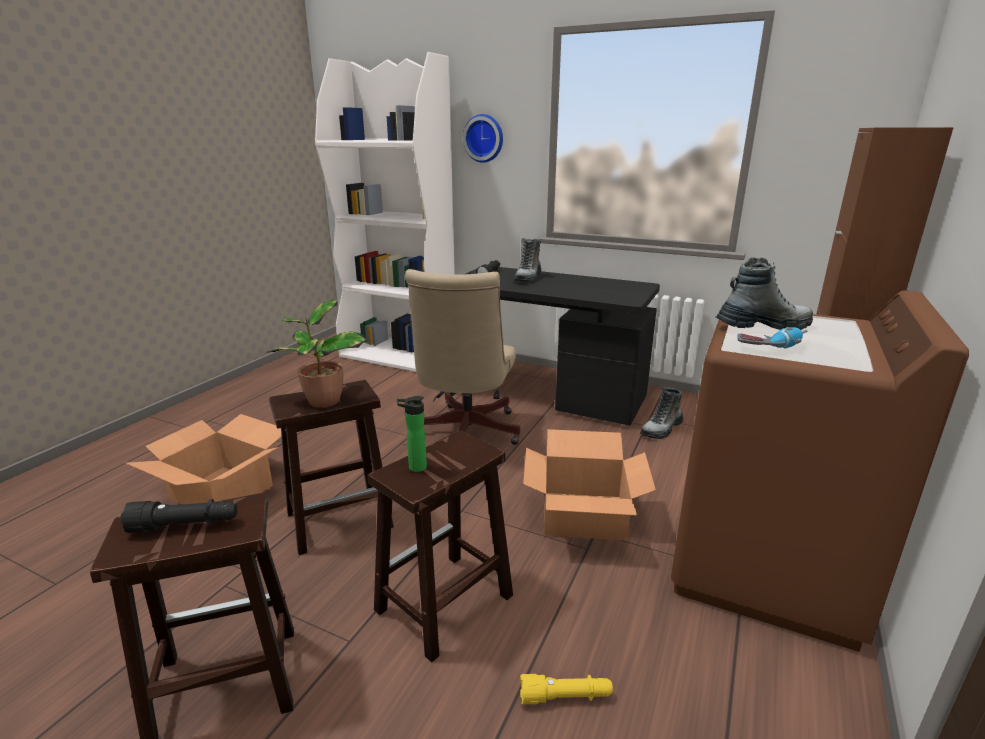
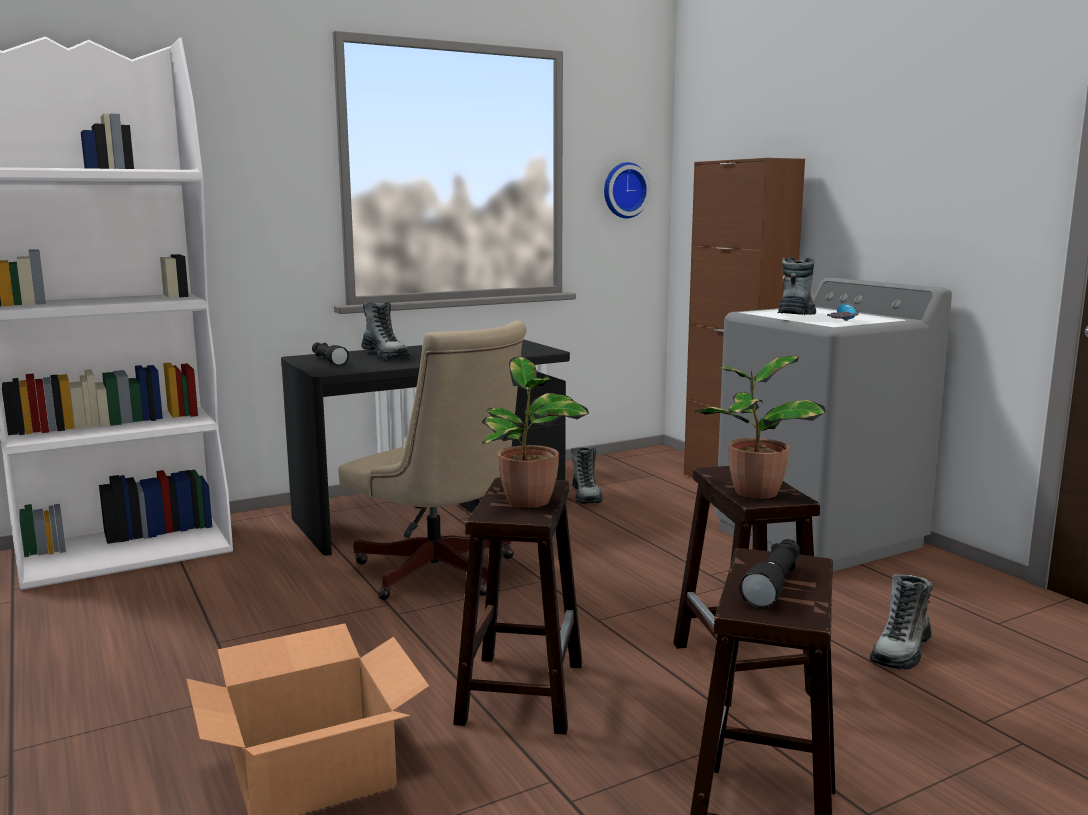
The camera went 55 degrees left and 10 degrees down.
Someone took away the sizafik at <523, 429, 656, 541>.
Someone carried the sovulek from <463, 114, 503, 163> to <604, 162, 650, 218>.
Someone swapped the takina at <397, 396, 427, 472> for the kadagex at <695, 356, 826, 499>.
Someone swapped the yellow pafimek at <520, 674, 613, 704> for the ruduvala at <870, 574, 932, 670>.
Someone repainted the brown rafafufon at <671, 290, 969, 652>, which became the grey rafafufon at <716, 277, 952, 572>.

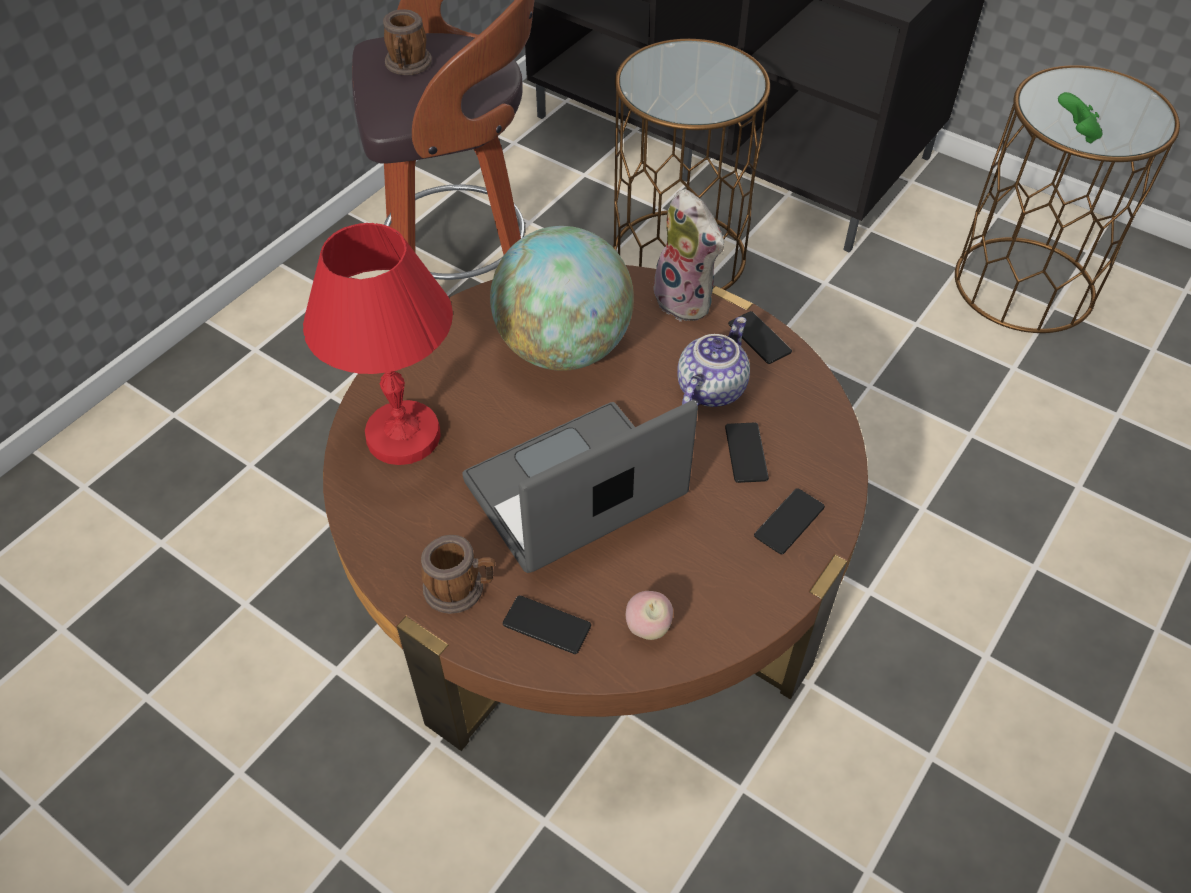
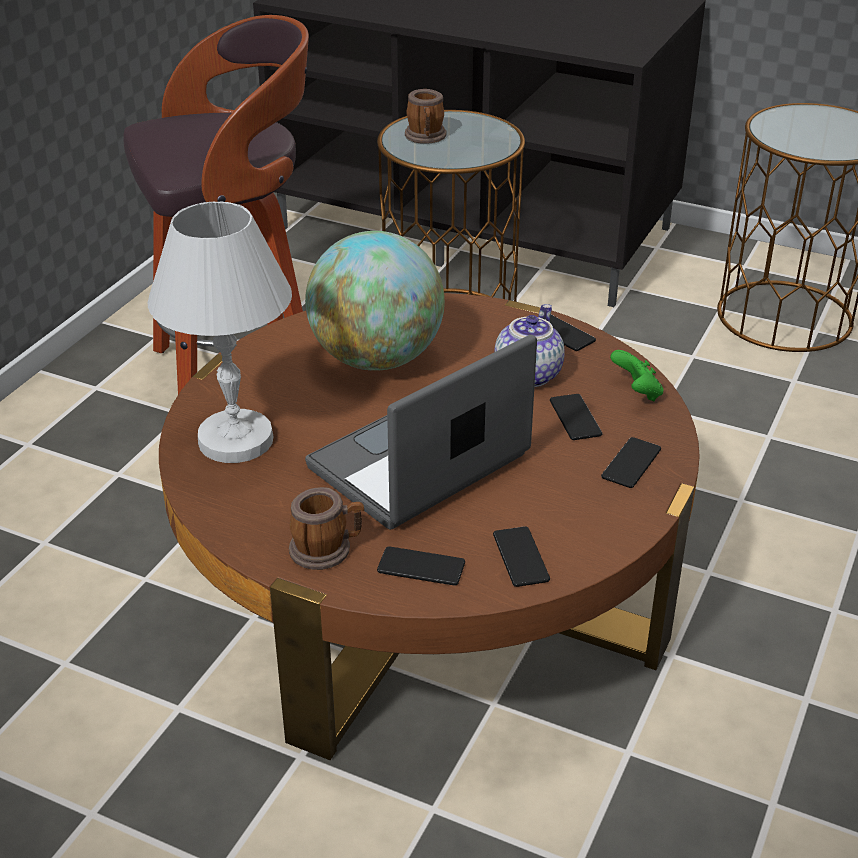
The camera went 10 degrees left and 15 degrees down.
Someone took away the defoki at <654, 189, 724, 322>.
Someone carried the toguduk from <383, 9, 432, 75> to <405, 89, 447, 144>.
Someone carried the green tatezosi from <1058, 92, 1103, 143> to <610, 350, 663, 401>.
Someone swapped the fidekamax at <626, 591, 673, 640> for the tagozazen at <493, 526, 550, 587>.
Someone repainted the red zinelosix at <303, 223, 453, 465>, which became the white zinelosix at <147, 202, 292, 463>.

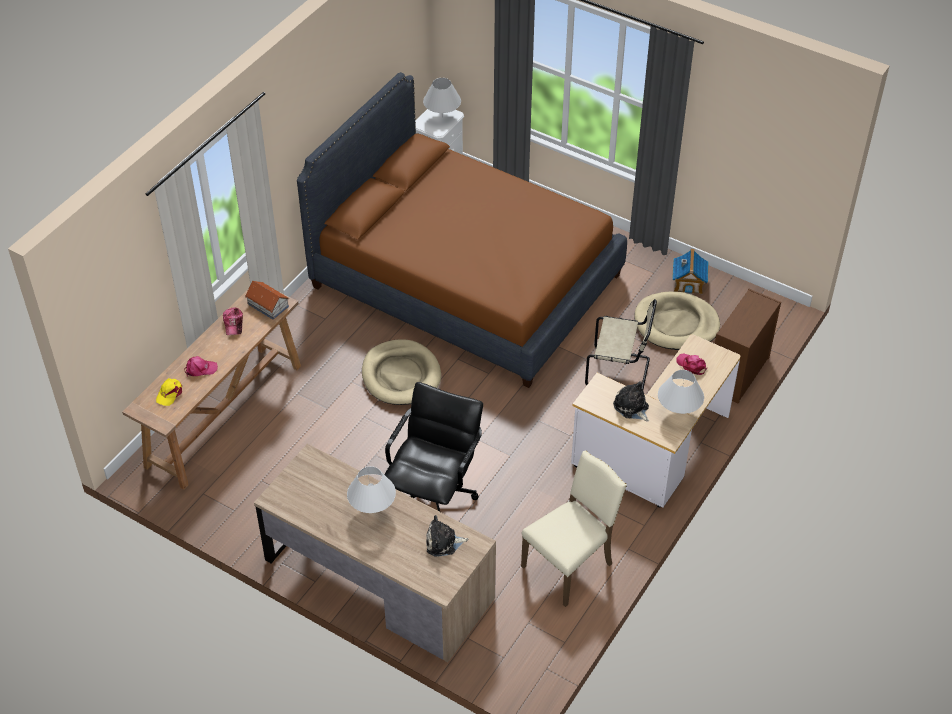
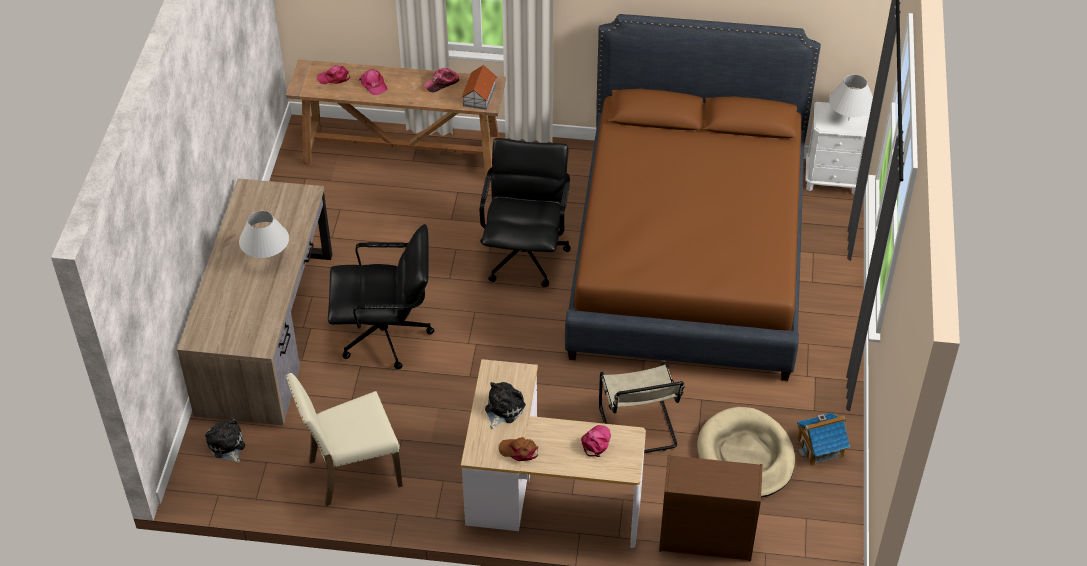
The camera went 65 degrees right and 0 degrees up.
Someone carried the defoki from <426, 515, 469, 557> to <205, 418, 245, 463>.
Someone swapped the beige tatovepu at <362, 339, 441, 405> for the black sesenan at <480, 138, 571, 287>.
Someone swapped the white zinelosix at <658, 370, 704, 414> for the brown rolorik at <498, 437, 538, 461>.
Someone repainted the yellow rolorik at <156, 378, 182, 406>, which became the pink rolorik at <317, 65, 350, 84>.
Someone rotated the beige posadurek at <521, 450, 627, 607> by 135 degrees clockwise.

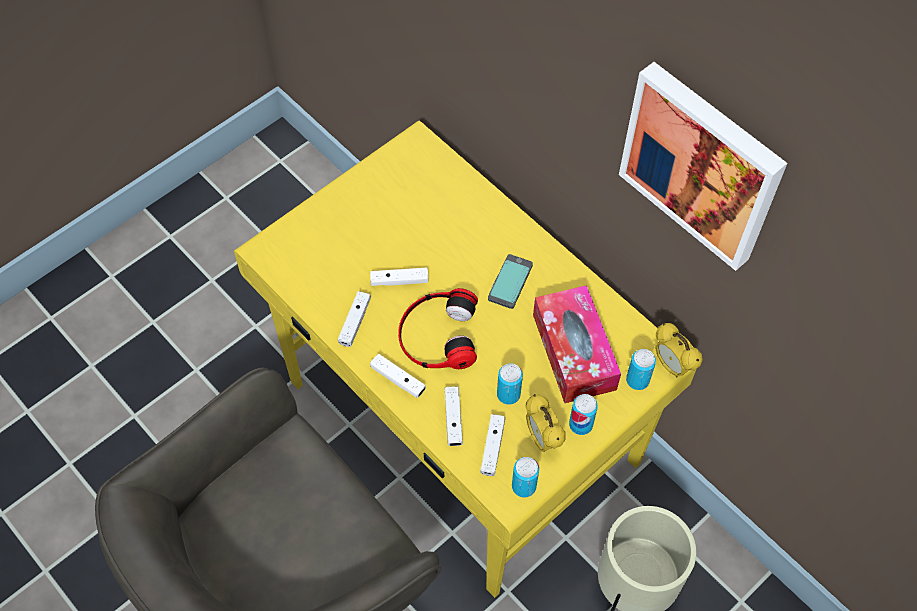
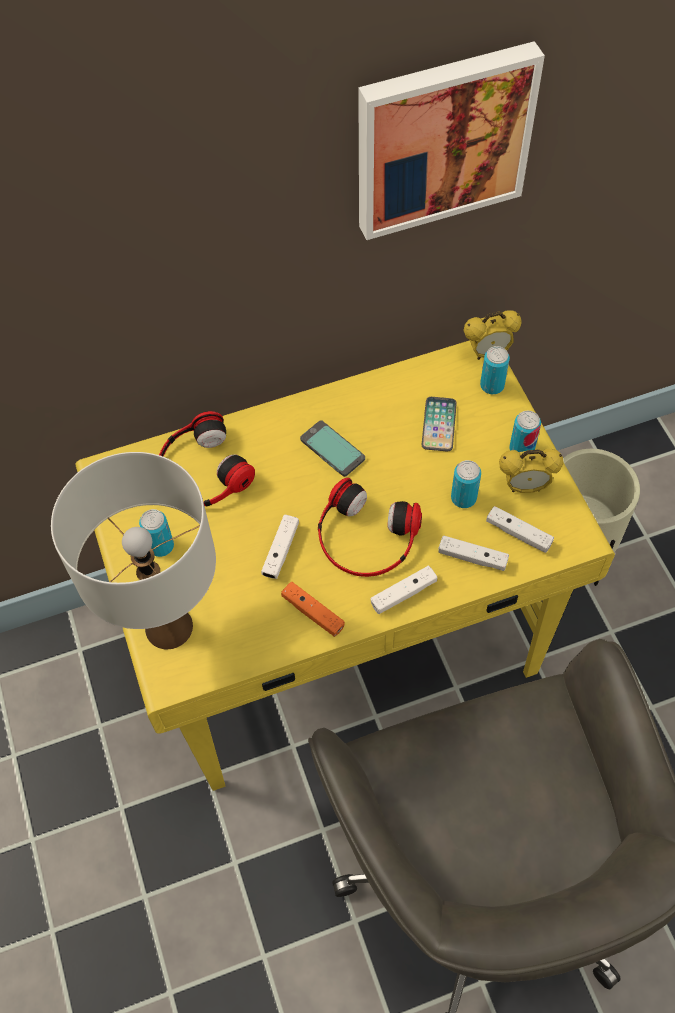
The camera went 65 degrees left and 0 degrees up.
Someone put down the white zinelosix at <51, 452, 216, 649>.
Someone put down the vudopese at <159, 411, 255, 506>.
Someone carried the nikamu from <512, 457, 539, 498> to <139, 509, 174, 557>.
Someone swapped the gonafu at <533, 285, 621, 403> for the tagozazen at <422, 397, 457, 451>.
Someone repainted the white tatezosi at <338, 291, 371, 347>, which became the orange tatezosi at <281, 582, 345, 637>.

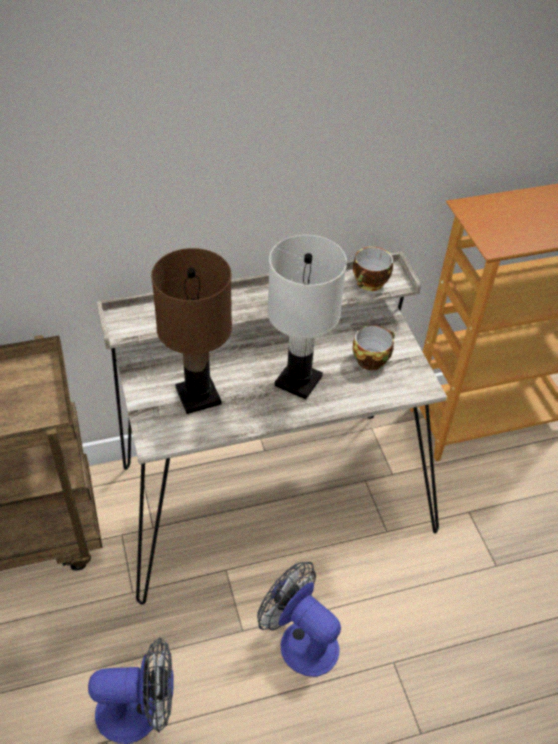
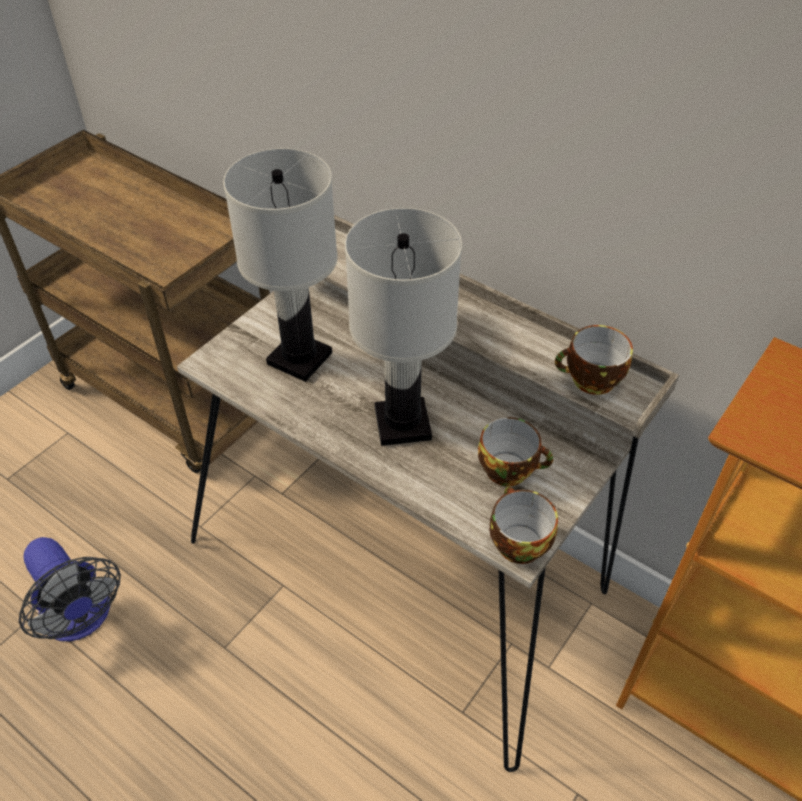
The camera went 55 degrees right and 0 degrees up.
Someone took away the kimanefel at <257, 562, 341, 677>.
Someone put down the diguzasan at <489, 487, 558, 564>.
Someone repainted the brown zinelosix at <151, 248, 232, 414>, which became the white zinelosix at <223, 148, 338, 382>.

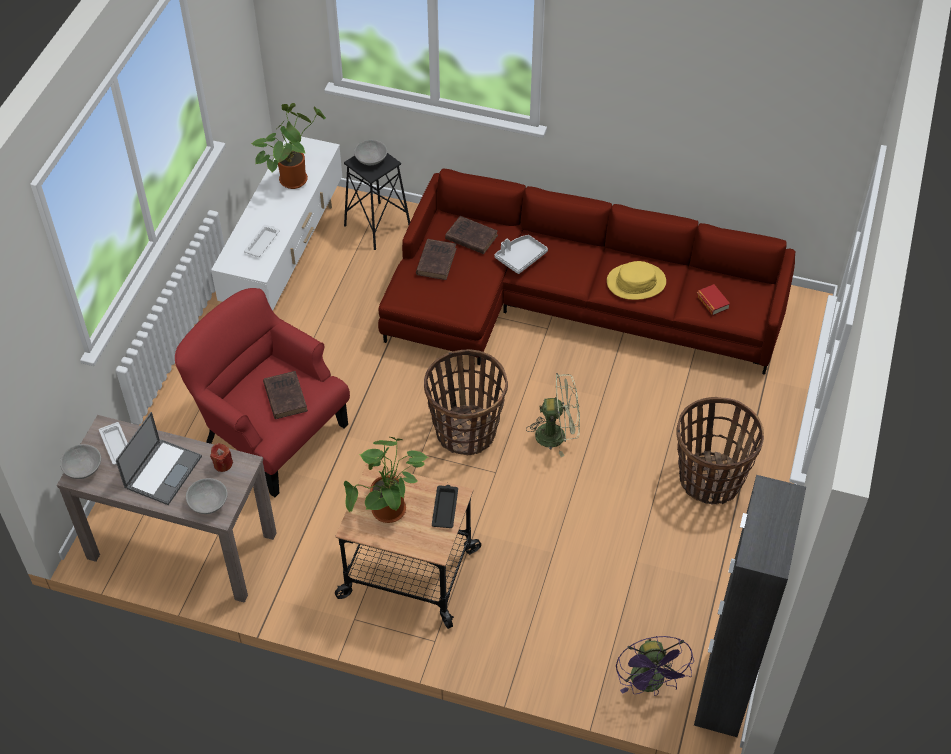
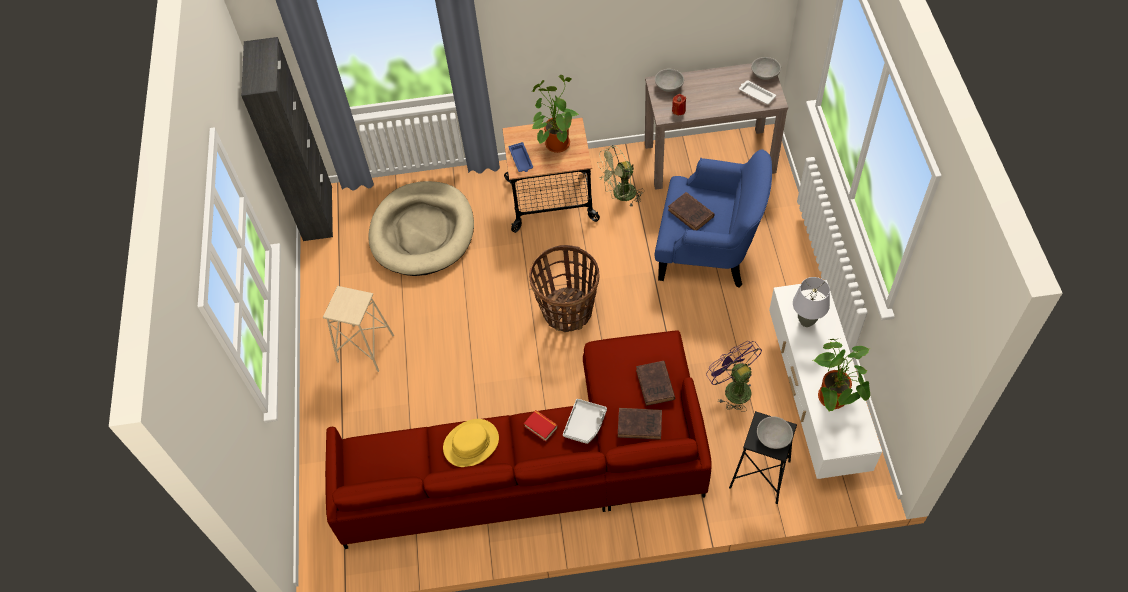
The camera went 160 degrees right and 5 degrees up.
Someone took away the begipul at <116, 412, 202, 505>.
Someone put down the beige tatovepu at <368, 181, 474, 276>.
Someone carried the green kimanefel from <526, 373, 580, 457> to <598, 145, 644, 208>.
Someone carried the purple kimanefel from <616, 636, 694, 696> to <706, 341, 762, 412>.
Someone carried the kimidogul from <696, 284, 730, 315> to <524, 410, 558, 442>.
Someone swapped the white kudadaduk at <244, 225, 280, 257> for the grey zinelosix at <793, 277, 830, 327>.
Someone swapped the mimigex at <676, 397, 764, 504> for the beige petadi at <323, 286, 394, 372>.
Someone repainted the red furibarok at <175, 288, 350, 497>, which became the blue furibarok at <655, 149, 772, 288>.
Someone repainted the black kudadaduk at <432, 485, 458, 528>, which became the blue kudadaduk at <509, 142, 533, 172>.

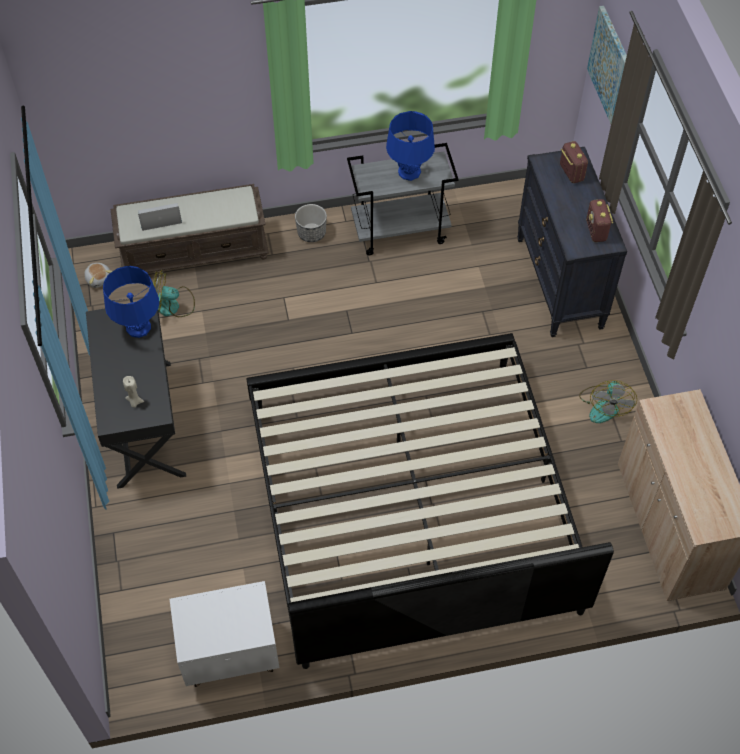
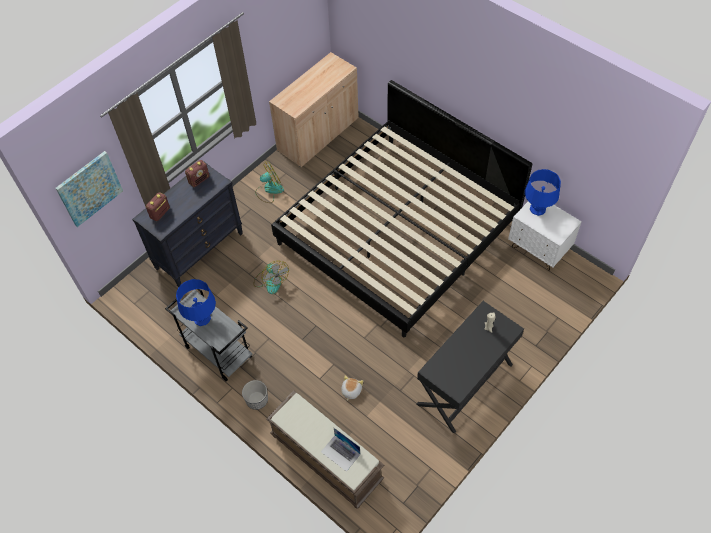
The camera went 125 degrees left and 0 degrees up.
Someone carried the defoki from <84, 263, 113, 288> to <341, 375, 363, 401>.
Someone carried the blue zinelosix from <103, 266, 159, 338> to <525, 169, 561, 216>.
Someone carried the kimanefel from <153, 270, 195, 317> to <254, 261, 289, 294>.

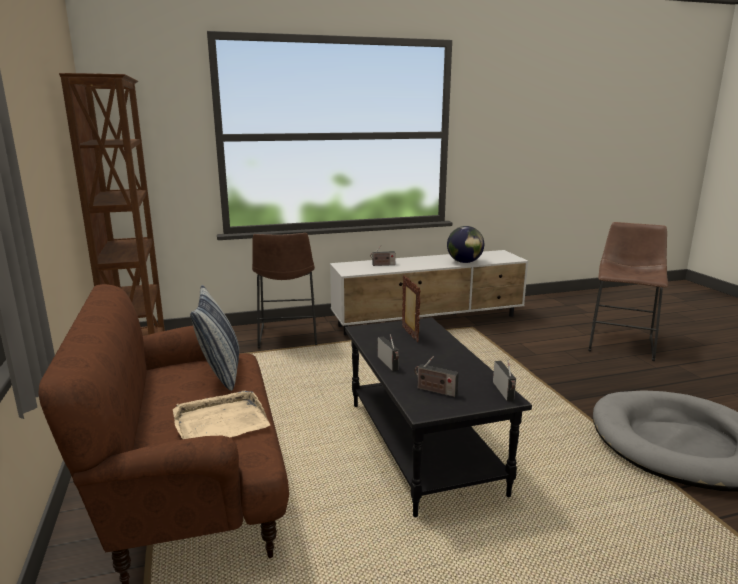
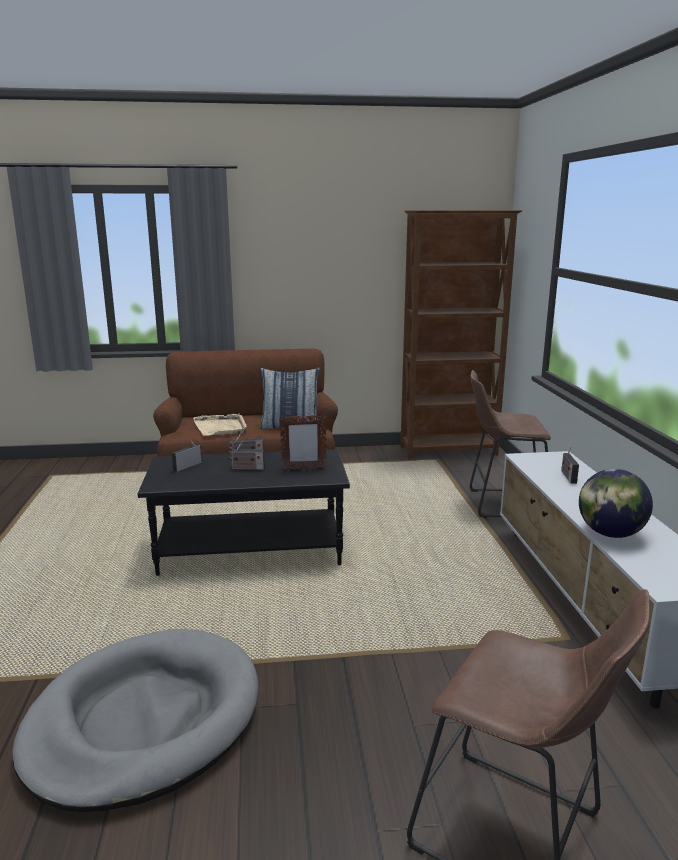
The camera went 100 degrees right and 0 degrees up.
Someone carried the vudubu from <493, 360, 516, 401> to <228, 441, 265, 470>.

